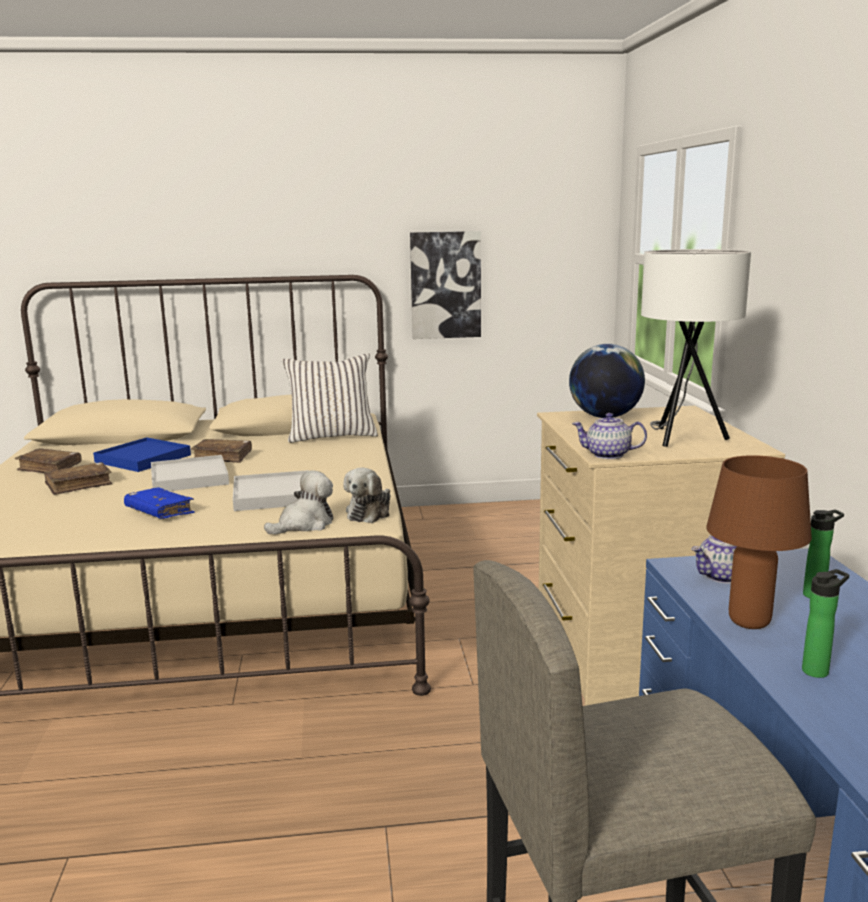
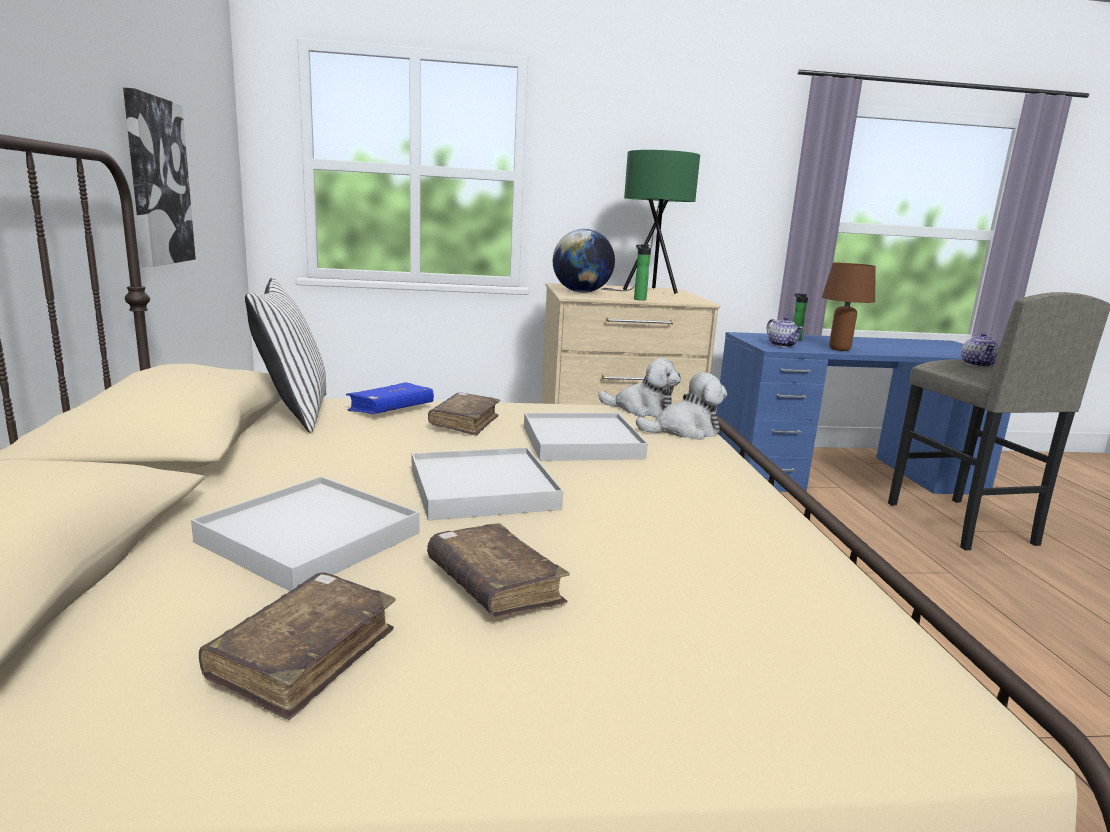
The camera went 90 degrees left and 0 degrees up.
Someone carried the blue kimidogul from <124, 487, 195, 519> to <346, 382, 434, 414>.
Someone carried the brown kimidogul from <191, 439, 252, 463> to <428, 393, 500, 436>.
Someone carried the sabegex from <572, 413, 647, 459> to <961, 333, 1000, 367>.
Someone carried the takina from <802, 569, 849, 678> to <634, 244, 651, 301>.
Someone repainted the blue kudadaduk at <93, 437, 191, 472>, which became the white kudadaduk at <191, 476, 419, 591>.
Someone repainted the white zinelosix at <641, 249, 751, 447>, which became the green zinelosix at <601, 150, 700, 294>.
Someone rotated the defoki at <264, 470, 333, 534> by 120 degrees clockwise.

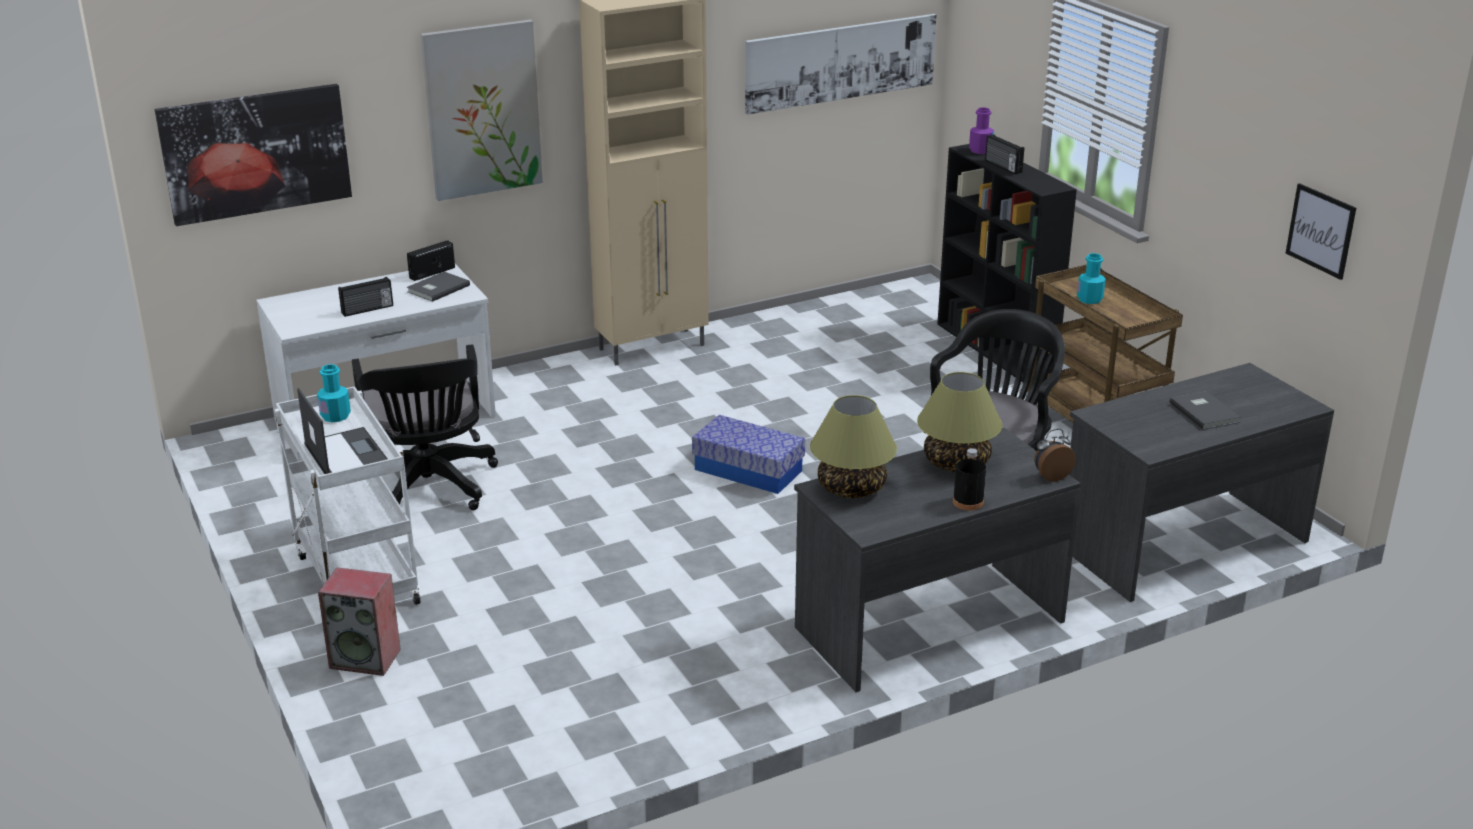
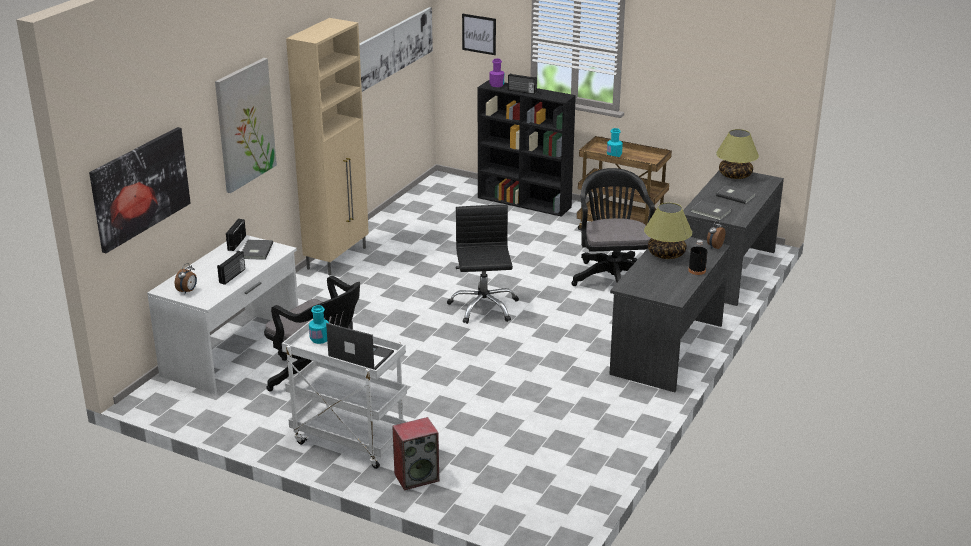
The camera went 35 degrees left and 0 degrees up.
Someone put down the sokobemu at <175, 263, 197, 294>.
Someone put down the grey kimidogul at <691, 201, 732, 220>.
Someone carried the zinelosix from <810, 395, 897, 498> to <716, 129, 759, 179>.
Someone carried the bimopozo from <1286, 183, 1356, 280> to <462, 14, 496, 55>.
Someone swapped the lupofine at <692, 415, 805, 494> for the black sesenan at <447, 205, 519, 324>.

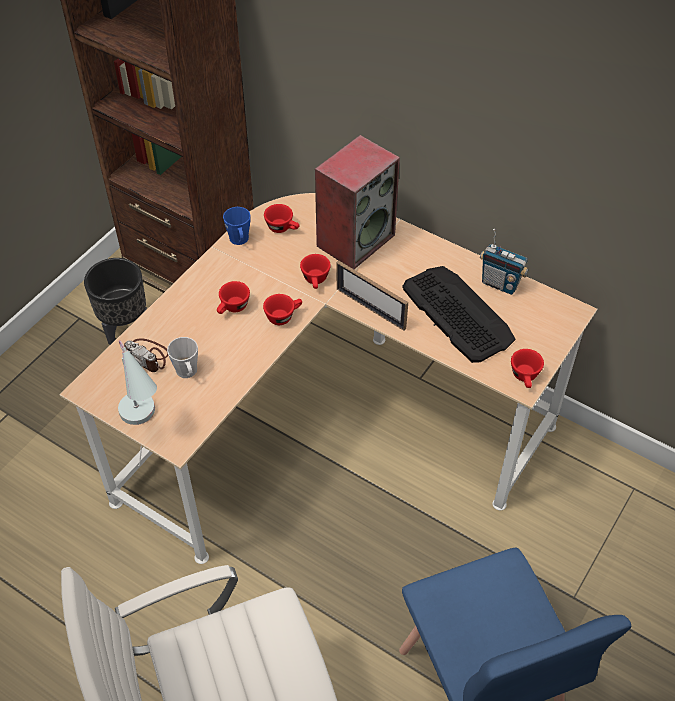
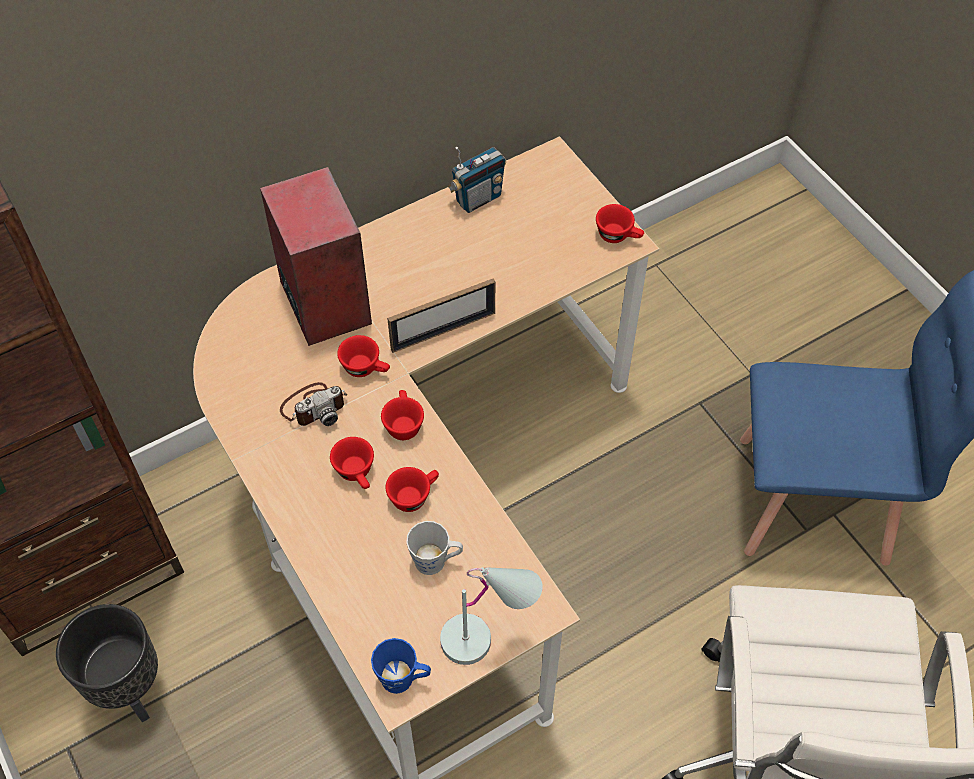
The camera went 65 degrees left and 5 degrees up.
Someone took away the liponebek at <402, 266, 515, 363>.
Someone carried the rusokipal from <124, 338, 169, 372> to <280, 382, 348, 426>.
Someone carried the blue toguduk from <223, 207, 251, 245> to <371, 638, 431, 694>.
Someone carried the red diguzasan from <264, 204, 300, 233> to <385, 467, 439, 512>.

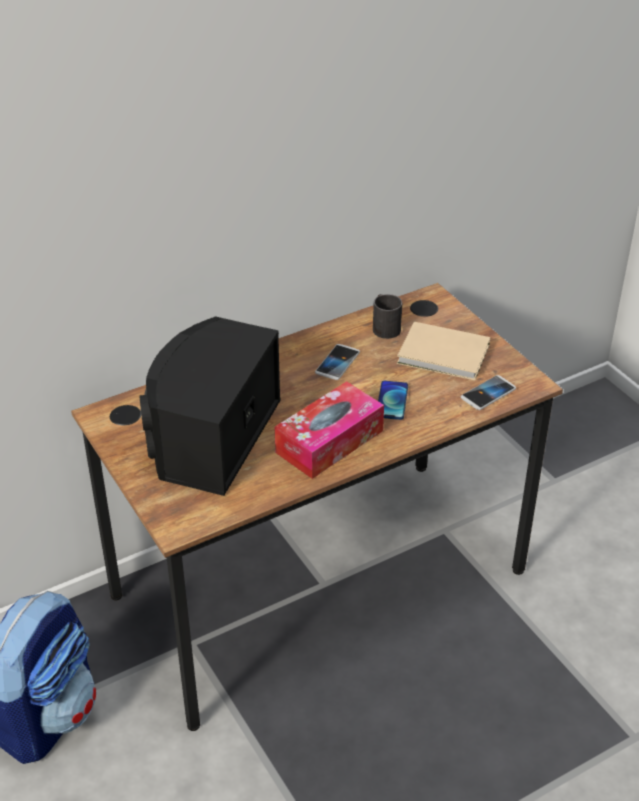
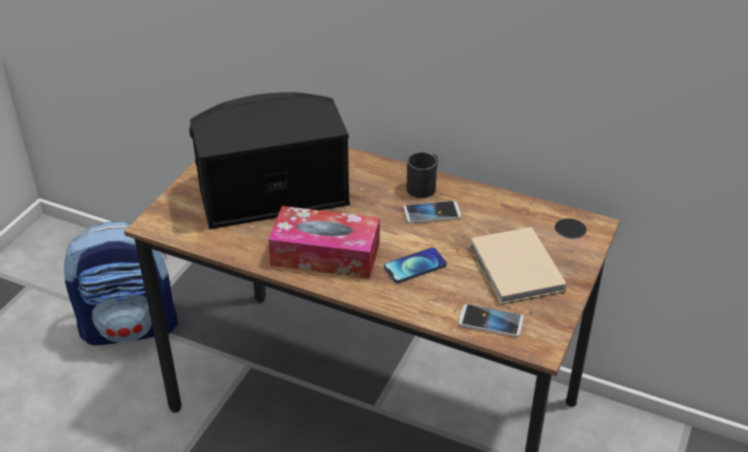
The camera went 55 degrees right and 0 degrees up.
Someone carried the black toguduk from <373, 294, 402, 339> to <407, 152, 438, 198>.

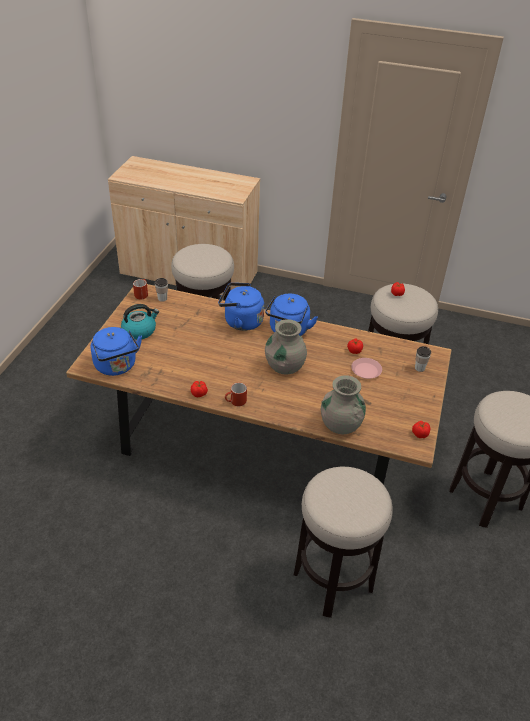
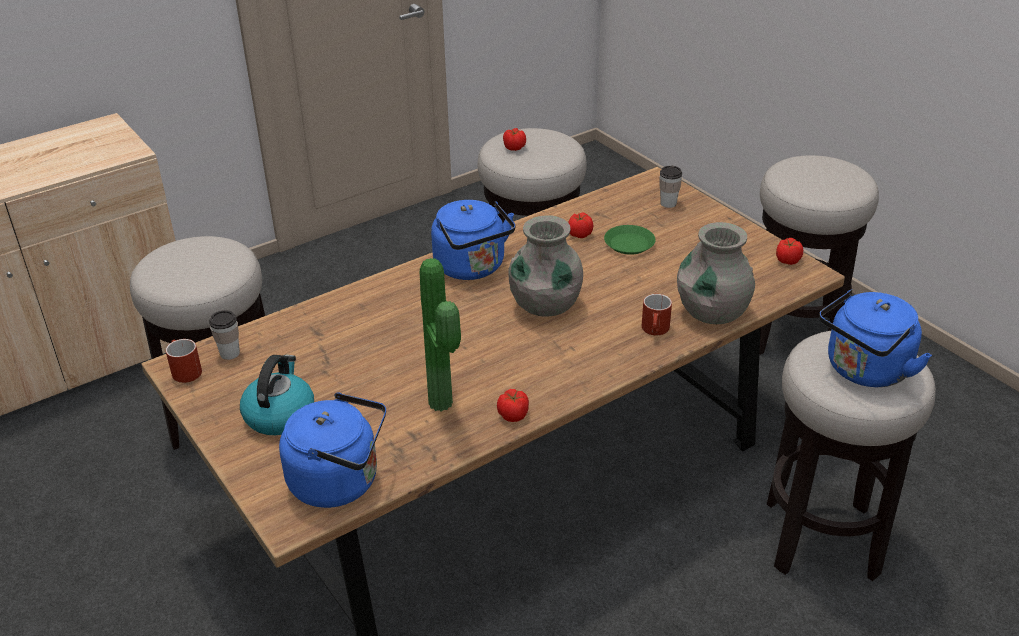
The camera went 50 degrees left and 5 degrees down.
Someone put down the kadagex at <420, 258, 461, 411>.
Someone carried the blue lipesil from <218, 283, 264, 331> to <819, 290, 932, 387>.
Someone carried the red toguduk from <225, 382, 247, 406> to <642, 294, 672, 336>.
Someone repainted the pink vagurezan at <351, 358, 382, 379>, which became the green vagurezan at <604, 225, 656, 255>.

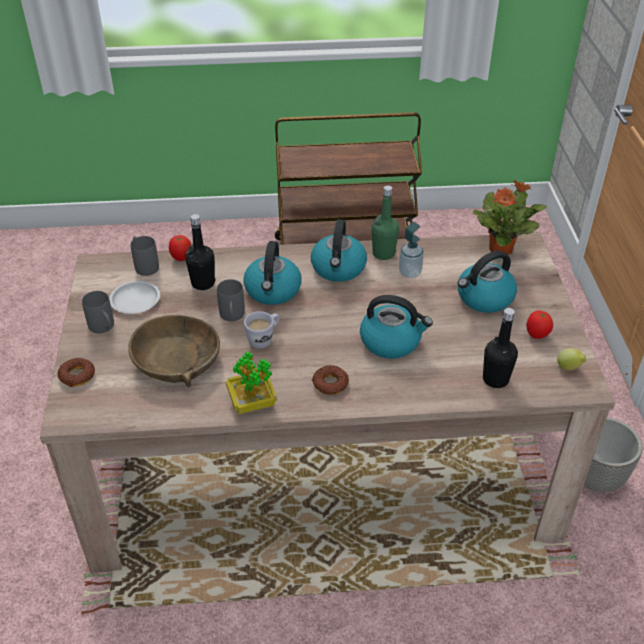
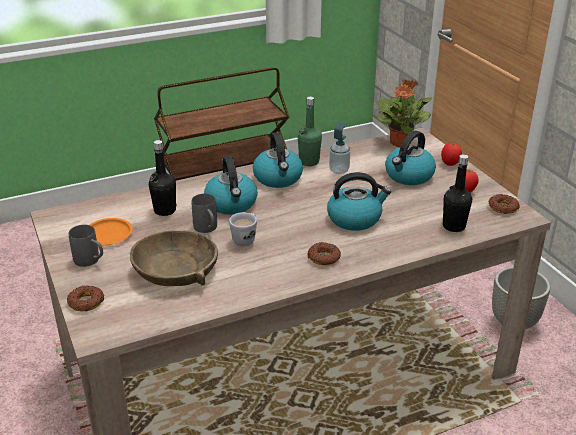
The camera went 20 degrees left and 10 degrees down.
Someone took away the grey toguduk at <131, 236, 159, 276>.
Someone took away the kadagex at <226, 351, 277, 414>.
Someone carried the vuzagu from <169, 235, 191, 261> to <441, 143, 462, 166>.
Someone swapped the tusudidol at <557, 348, 586, 371> for the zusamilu at <489, 194, 519, 214>.
Someone repainted the white vagurezan at <109, 281, 160, 314>, which became the orange vagurezan at <90, 218, 133, 245>.

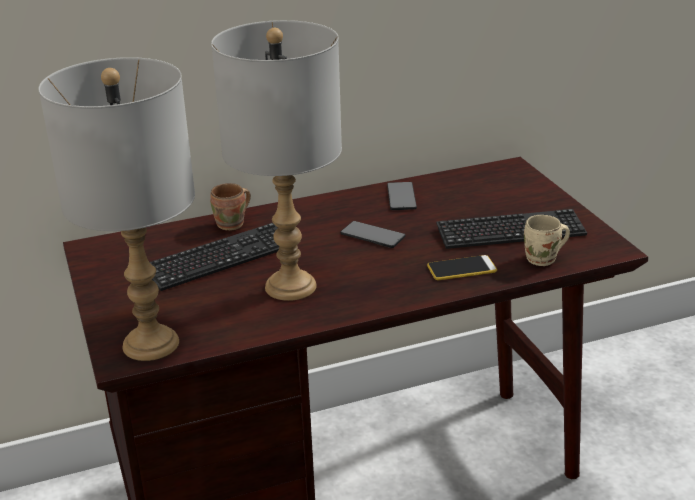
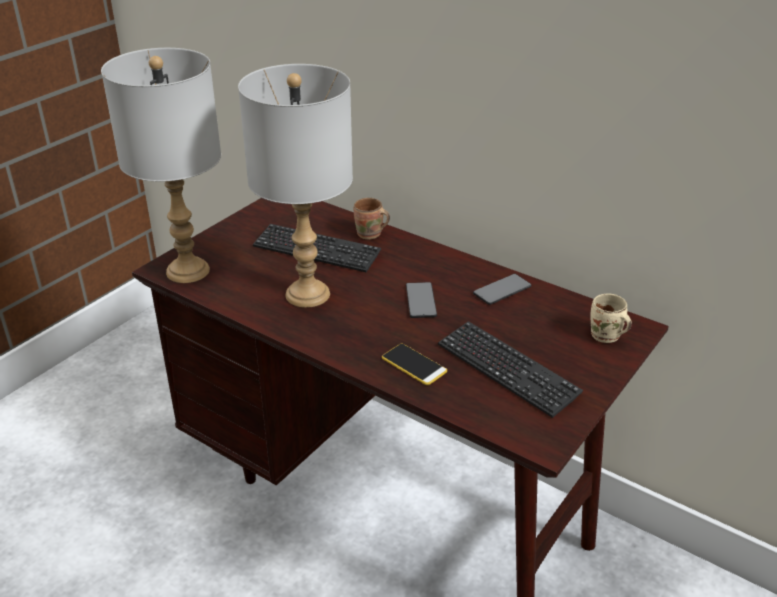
The camera went 55 degrees right and 5 degrees up.
Someone carried the beige toguduk from <524, 215, 570, 266> to <590, 293, 632, 343>.

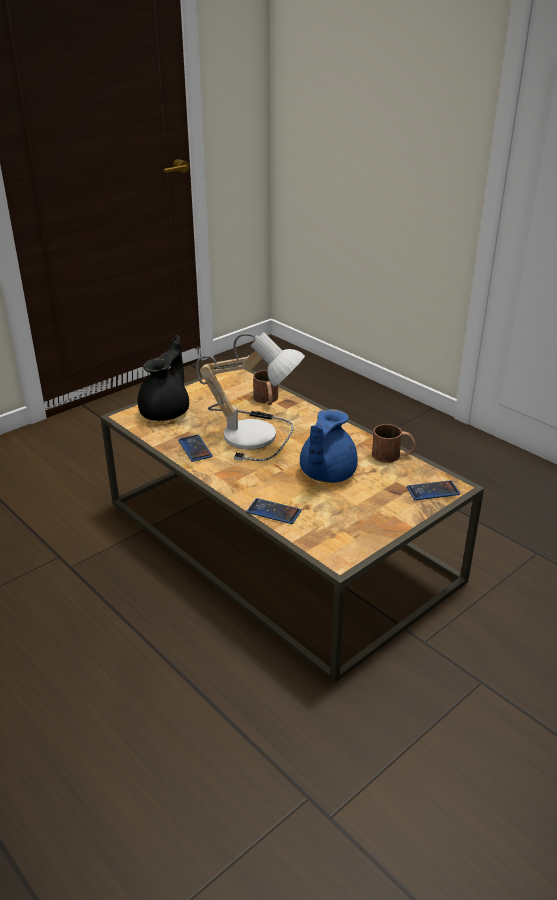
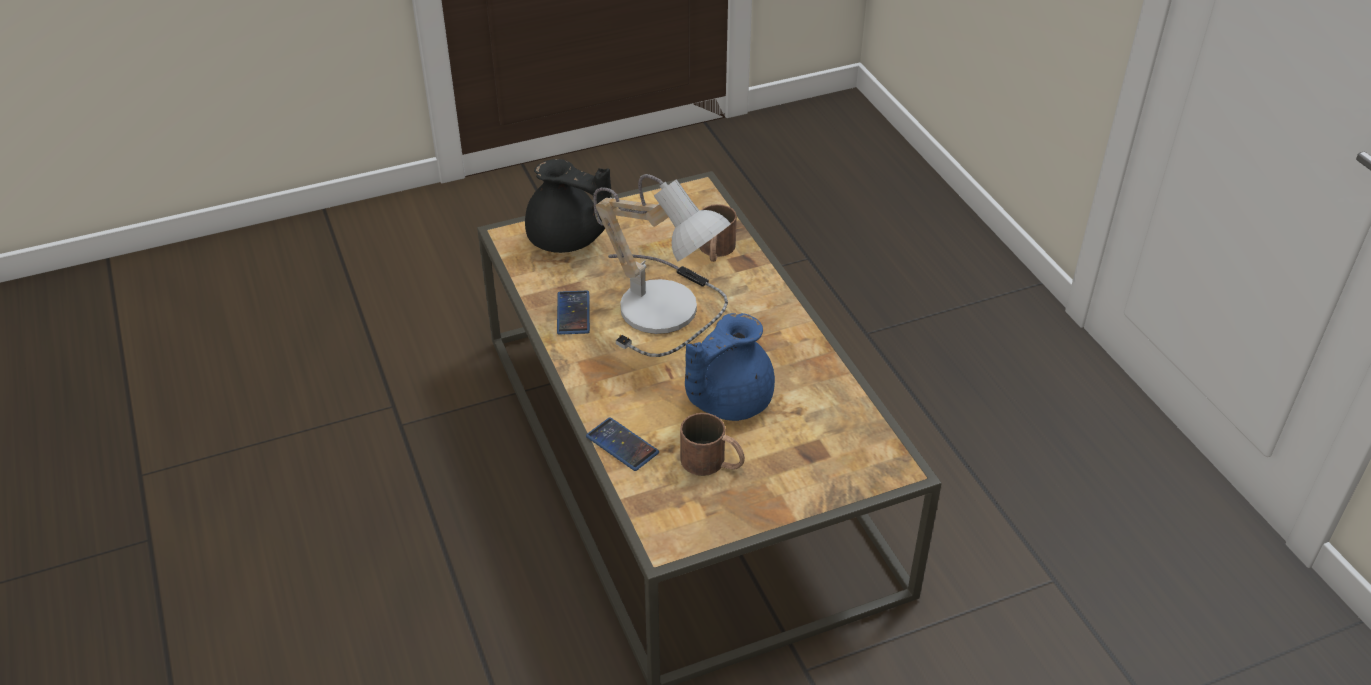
The camera went 20 degrees right and 10 degrees up.
Someone took away the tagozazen at <407, 480, 460, 500>.
Someone carried the brown toguduk from <372, 424, 416, 463> to <680, 413, 745, 476>.
Someone rotated the black sabegex at <138, 335, 189, 421> by 75 degrees clockwise.

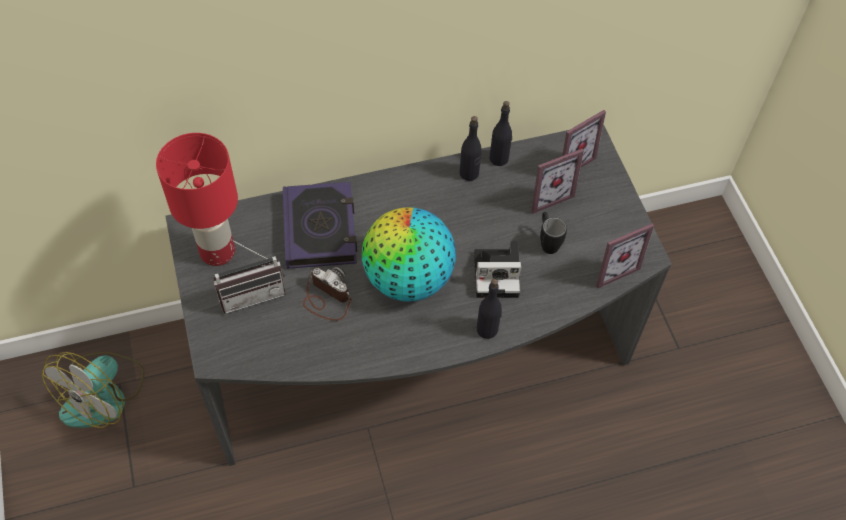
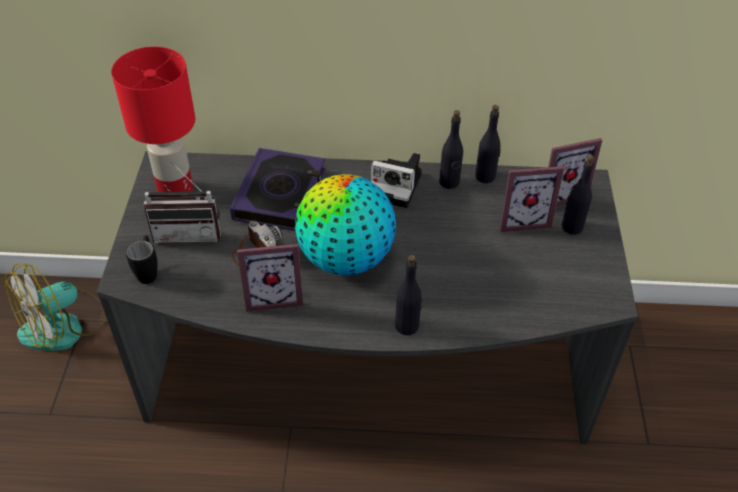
The camera went 20 degrees right and 10 degrees down.
Someone put down the black takina at <561, 155, 594, 235>.
Someone carried the rusokipal from <474, 241, 521, 298> to <371, 153, 422, 208>.
Someone carried the black toguduk from <540, 212, 567, 254> to <126, 235, 157, 284>.
Someone carried the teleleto from <596, 223, 654, 288> to <237, 244, 303, 312>.

